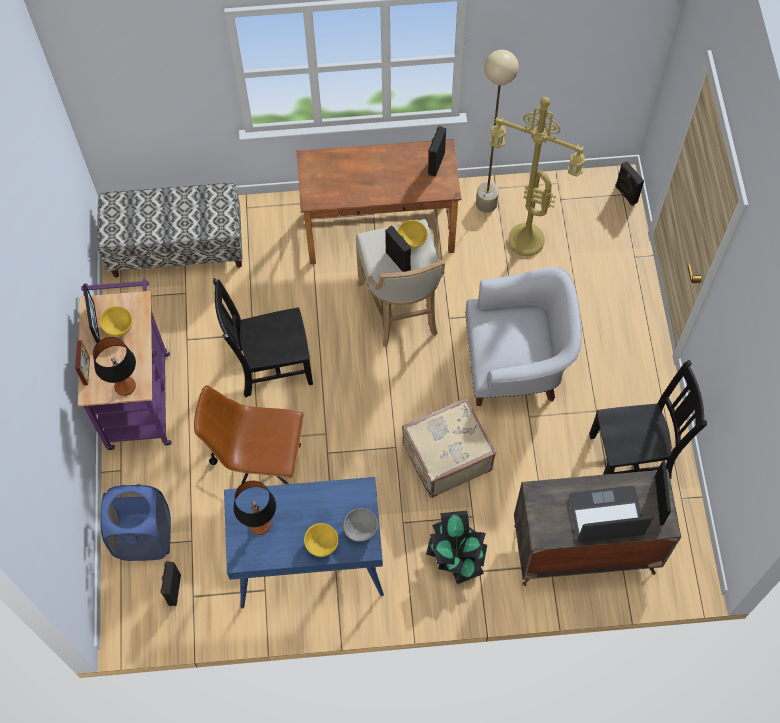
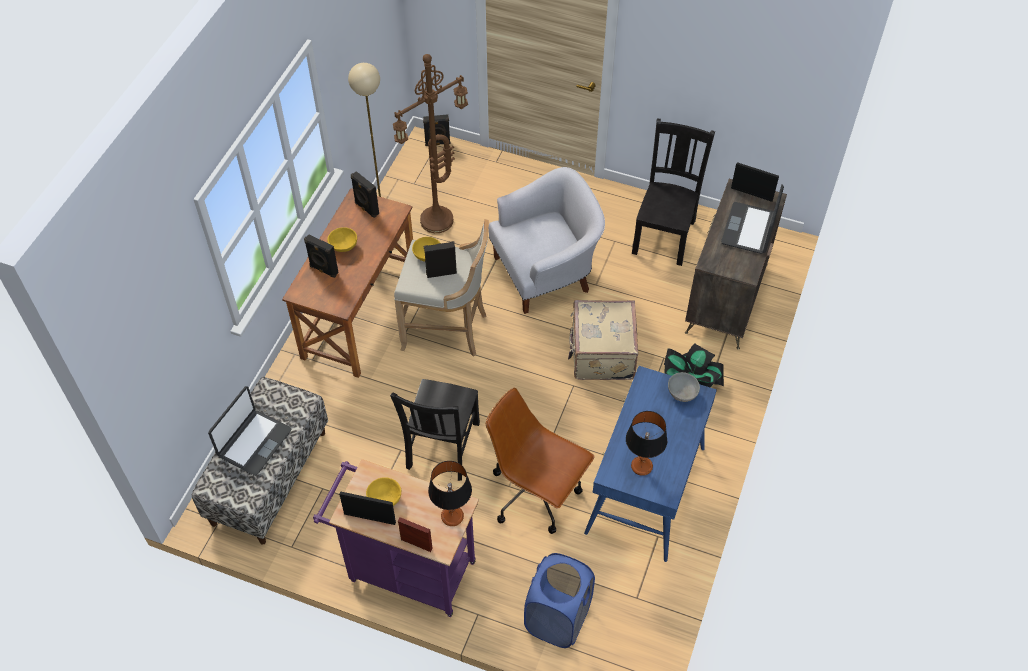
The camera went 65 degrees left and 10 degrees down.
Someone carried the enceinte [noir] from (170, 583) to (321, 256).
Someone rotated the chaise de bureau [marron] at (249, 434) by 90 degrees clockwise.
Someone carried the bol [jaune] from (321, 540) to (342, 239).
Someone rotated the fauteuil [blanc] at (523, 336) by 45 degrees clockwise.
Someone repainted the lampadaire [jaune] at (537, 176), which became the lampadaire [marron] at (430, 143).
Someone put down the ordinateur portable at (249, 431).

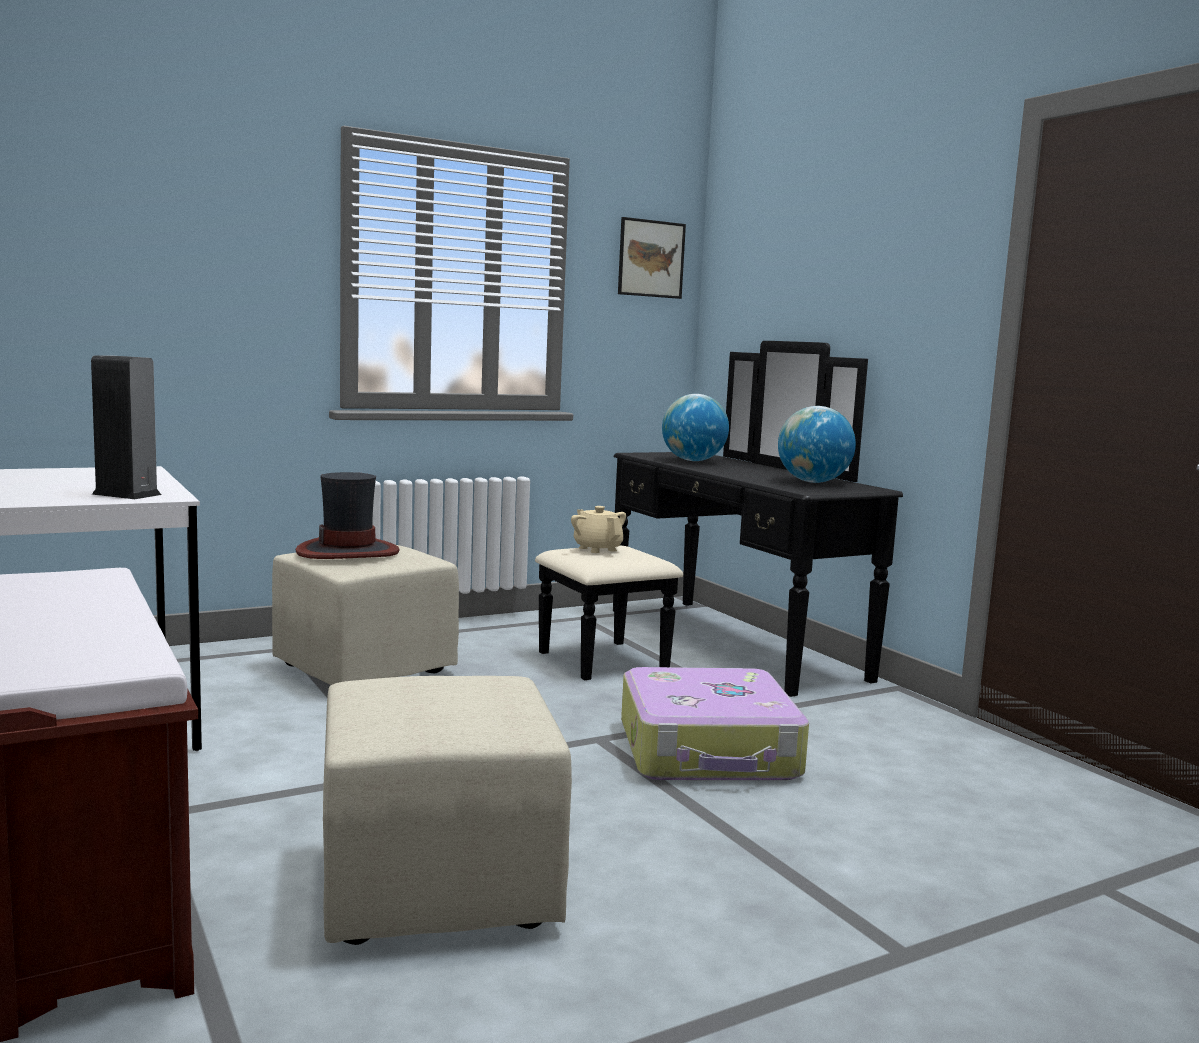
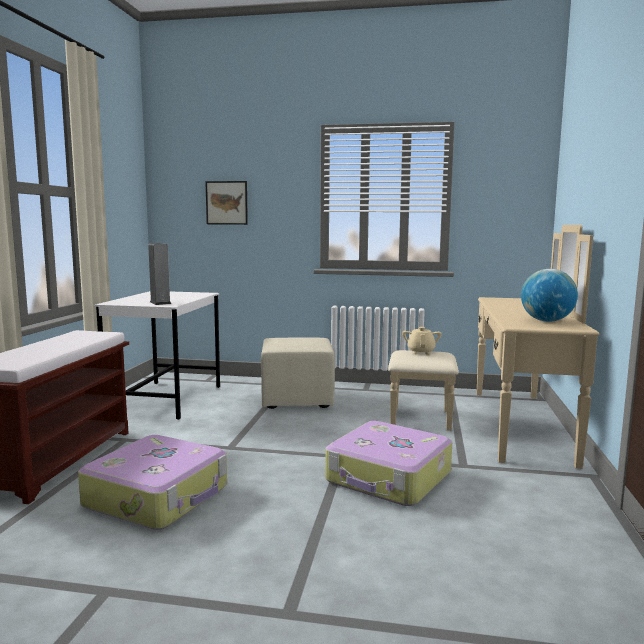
The camera went 40 degrees right and 0 degrees up.
Someone took away the chapeau at (348, 515).
Someone swapped the pouf [beige] at (447, 810) for the valise at (152, 482).
Someone repainted the commode [noir] at (719, 519), which became the commode [beige] at (493, 347).
Someone carried the tableau from (652, 258) to (226, 203).
Someone took away the globe at (695, 427).

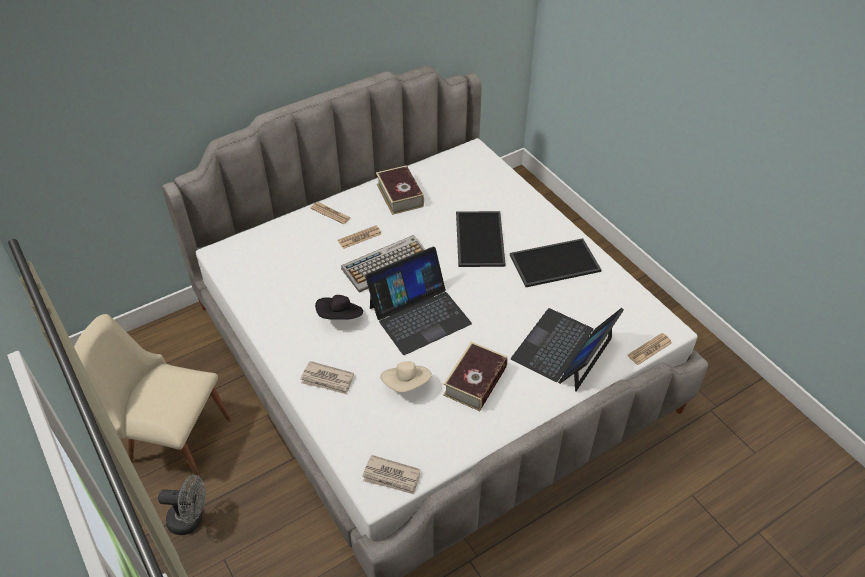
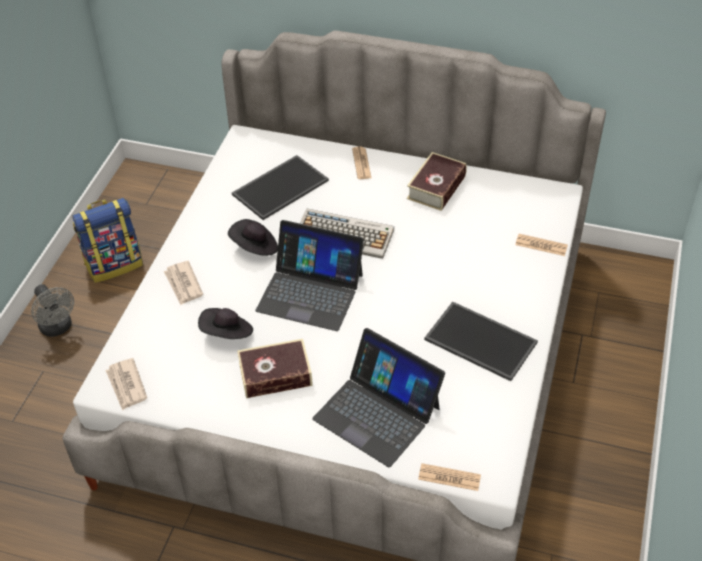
The camera went 50 degrees right and 0 degrees up.
Someone swapped the chaise [beige] at (152, 395) for the sac à dos at (107, 240).
Someone carried the journal from (360, 237) to (541, 245).
Someone repainted the chapeau [beige] at (406, 376), which became the chapeau [noir] at (225, 323).
Someone carried the plateau from (481, 239) to (280, 187).
Someone rotated the ordinateur portable at (567, 350) by 135 degrees counterclockwise.

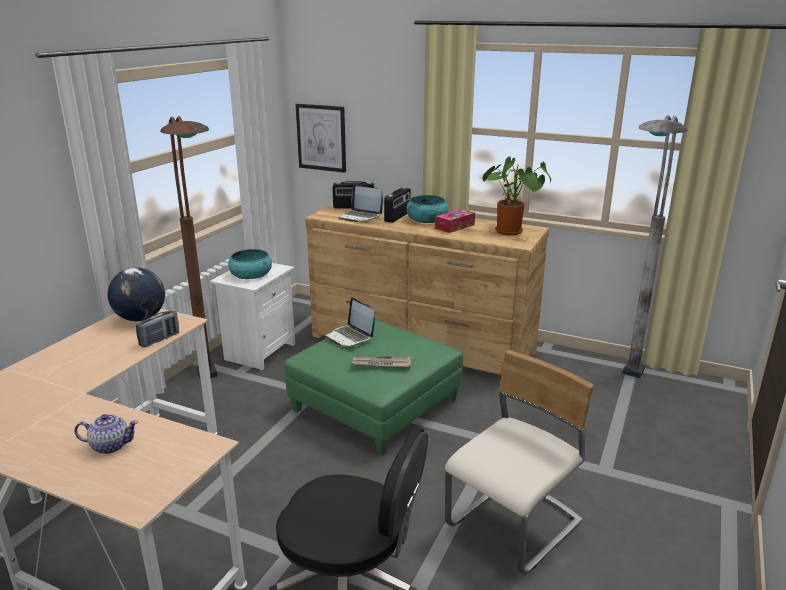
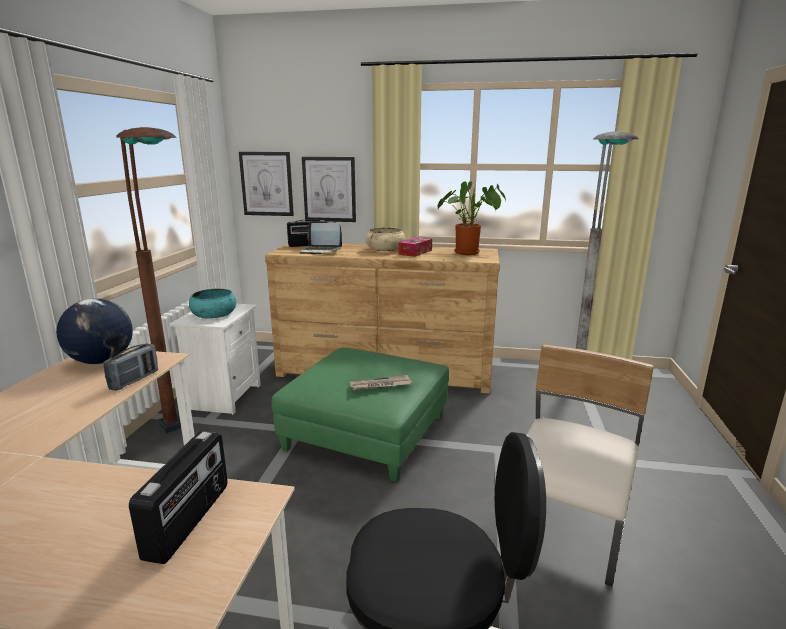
The camera went 15 degrees left and 5 degrees down.
Someone took away the théière at (106, 434).
Someone took away the ordinateur portable at (350, 321).
Someone carried the radio from (397, 205) to (178, 497).
Someone repainted the bol [turquoise] at (427, 209), which became the bol [beige] at (386, 239).
Someone put up the tableau at (329, 189).

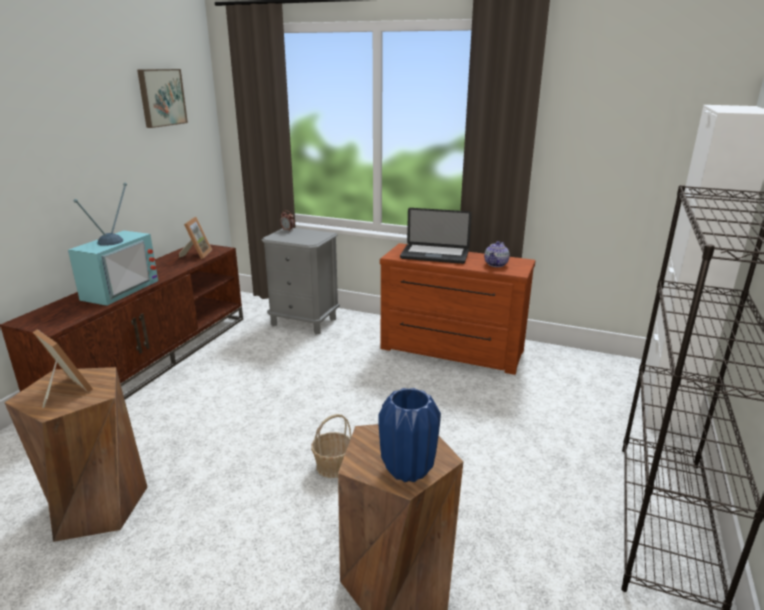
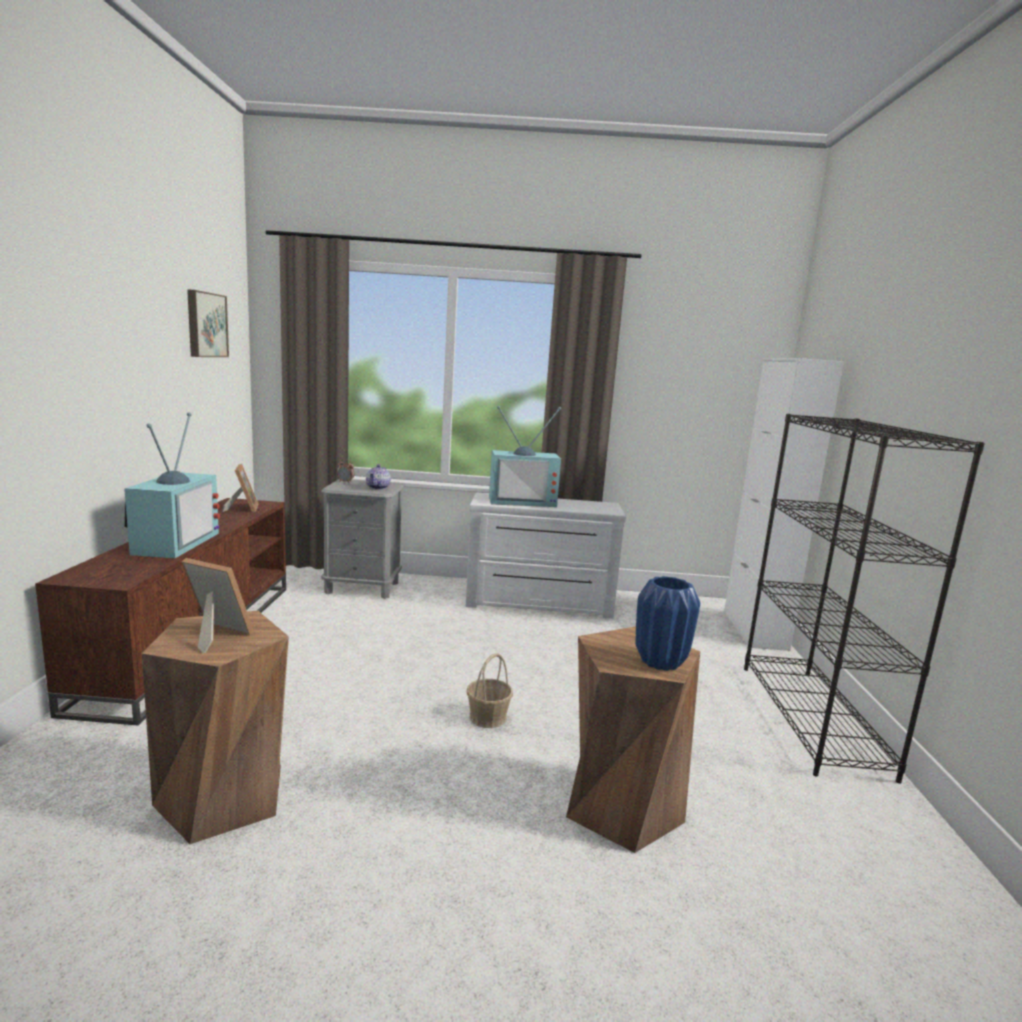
The camera went 20 degrees left and 10 degrees down.
Someone repainted the commode [marron] at (457, 309), which became the commode [blanc] at (546, 555).
Someone swapped the ordinateur portable at (436, 236) for the téléviseur at (525, 456).
Someone carried the théière from (497, 254) to (378, 477).

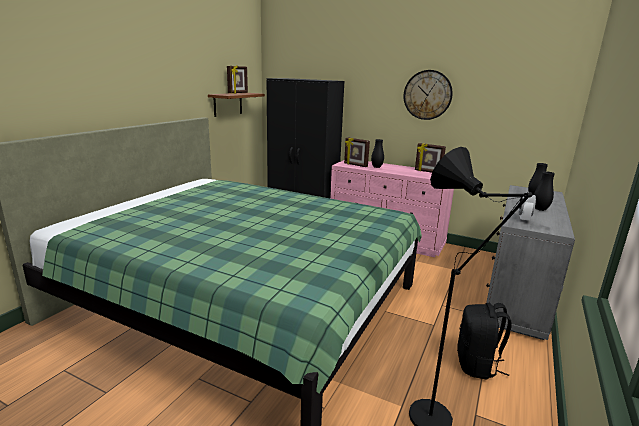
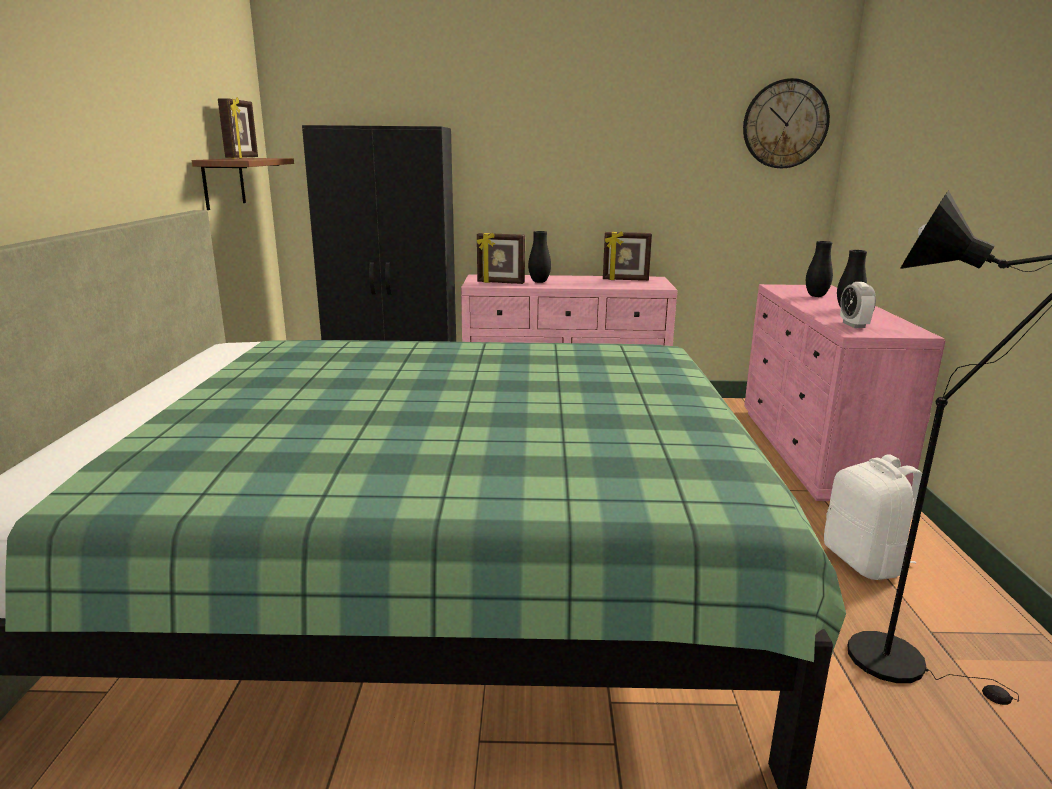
The camera went 25 degrees left and 0 degrees up.
Someone carried the horloge murale from (428, 95) to (786, 123).
Someone repainted the sac à dos [noir] at (484, 341), which became the sac à dos [blanc] at (873, 517).
Someone repainted the commode [gris] at (530, 262), which became the commode [rose] at (845, 392).

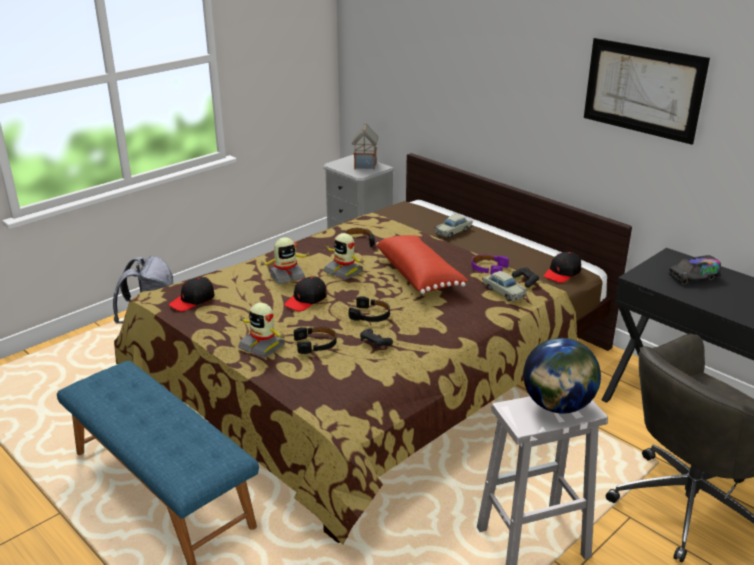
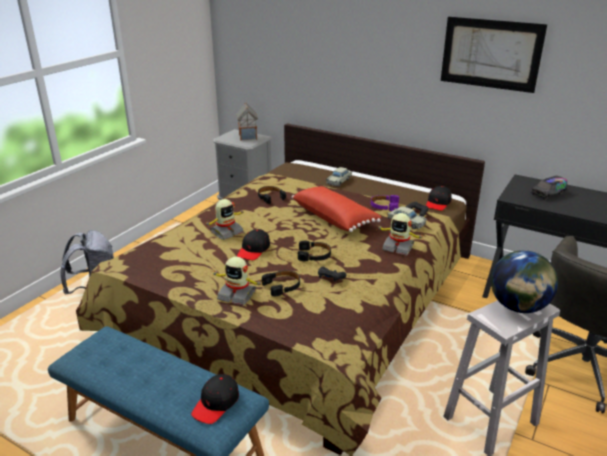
The camera went 15 degrees left and 0 degrees up.
Someone carried the casquette [noir] from (192, 294) to (215, 399).
Someone carried the robot jouet from (345, 256) to (401, 234).

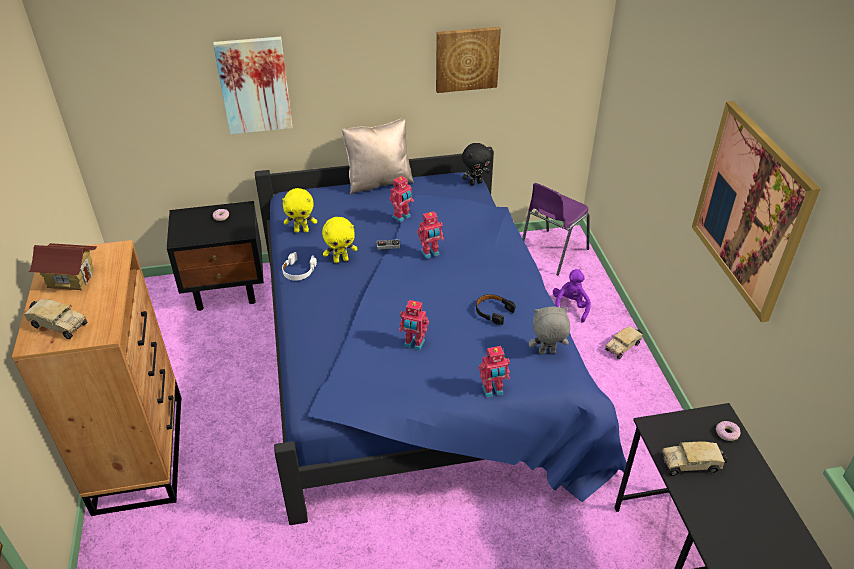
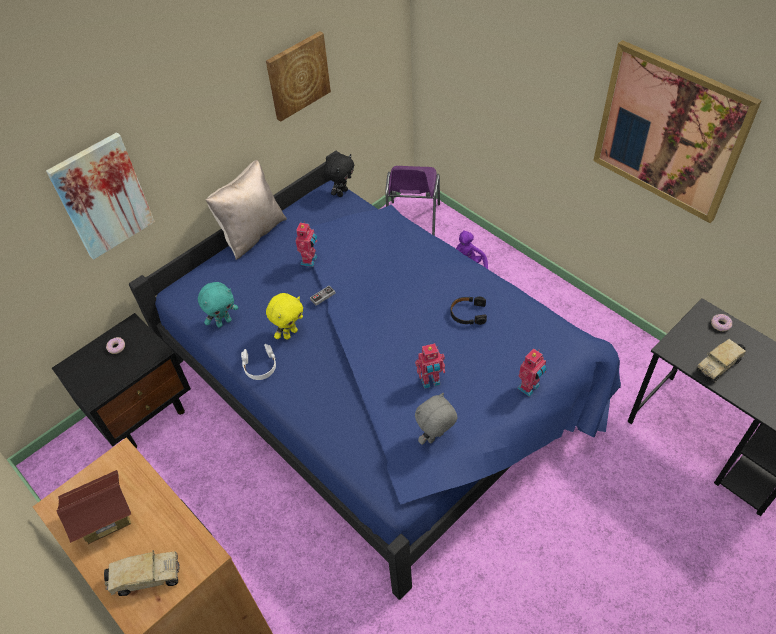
The camera went 30 degrees left and 10 degrees up.
Someone repainted the peluche [jaune] at (299, 210), which became the peluche [turquoise] at (218, 304).
Someone took away the robot jouet at (430, 234).
Someone carried the peluche [gris] from (549, 330) to (436, 419).
Someone took away the camion jouet at (624, 342).

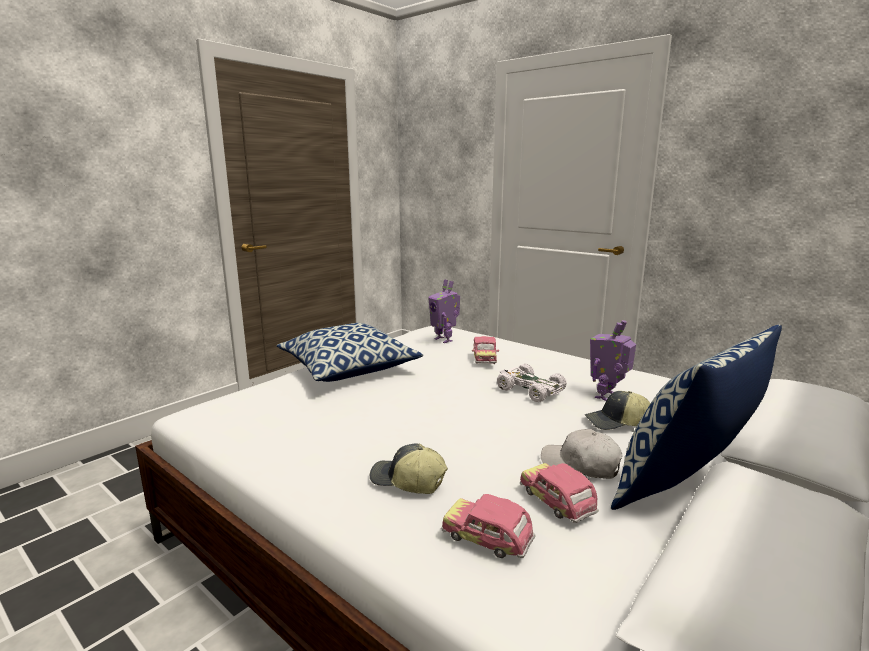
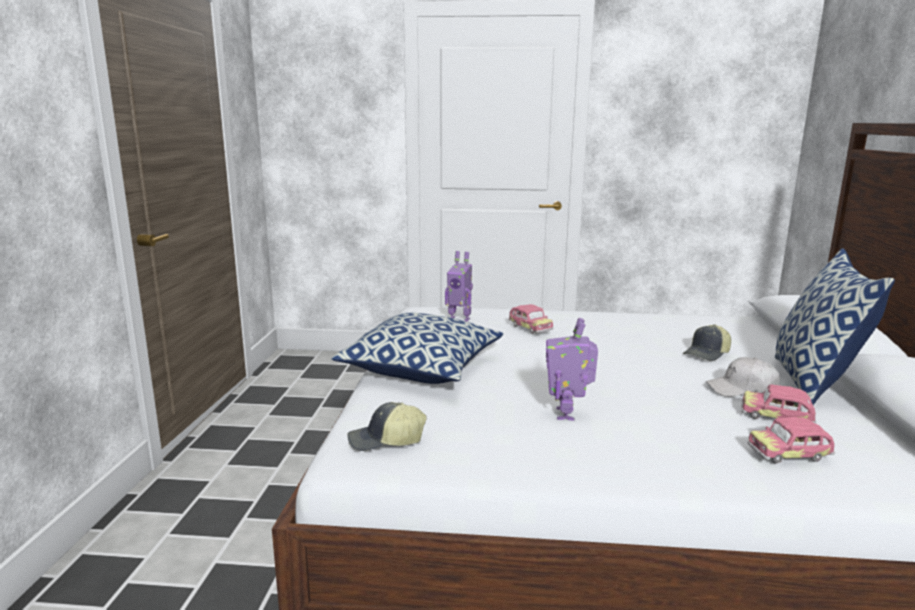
The camera went 35 degrees left and 0 degrees up.
Someone carried the casquette from (409, 468) to (387, 426).
Someone took away the petite voiture [blanc] at (532, 383).
Someone carried the robot jouet from (613, 360) to (572, 369).

